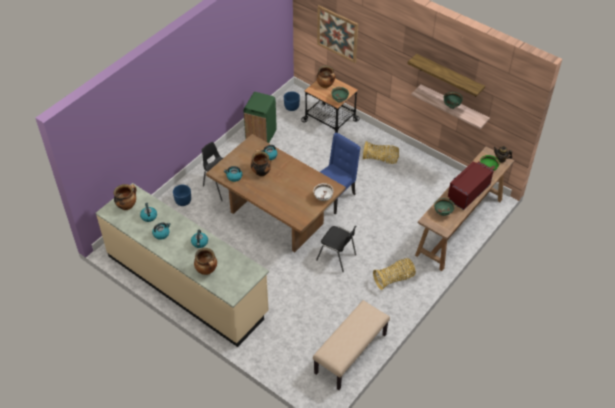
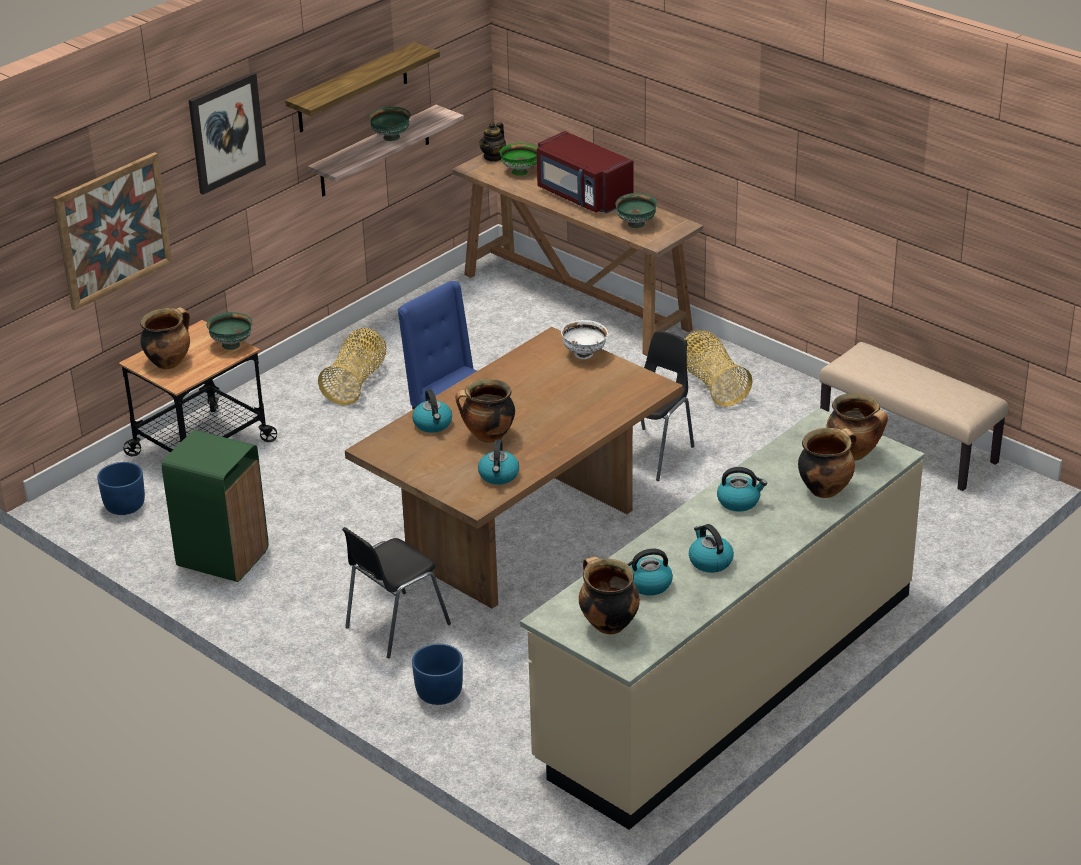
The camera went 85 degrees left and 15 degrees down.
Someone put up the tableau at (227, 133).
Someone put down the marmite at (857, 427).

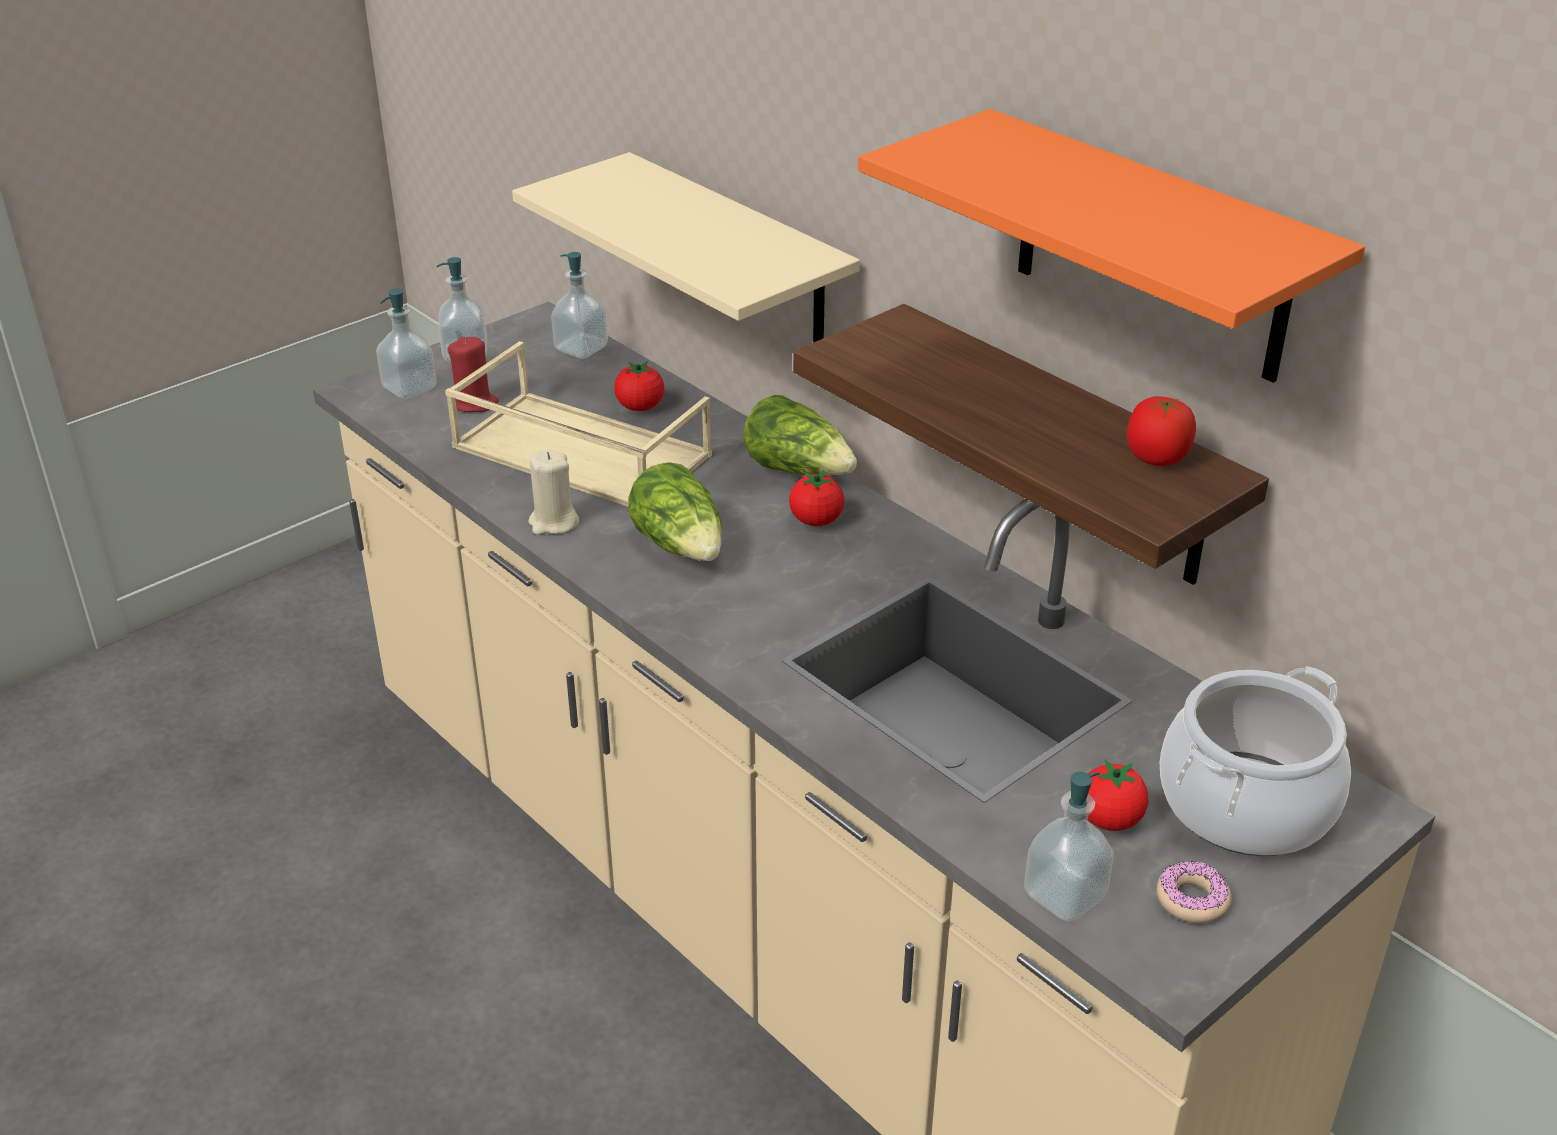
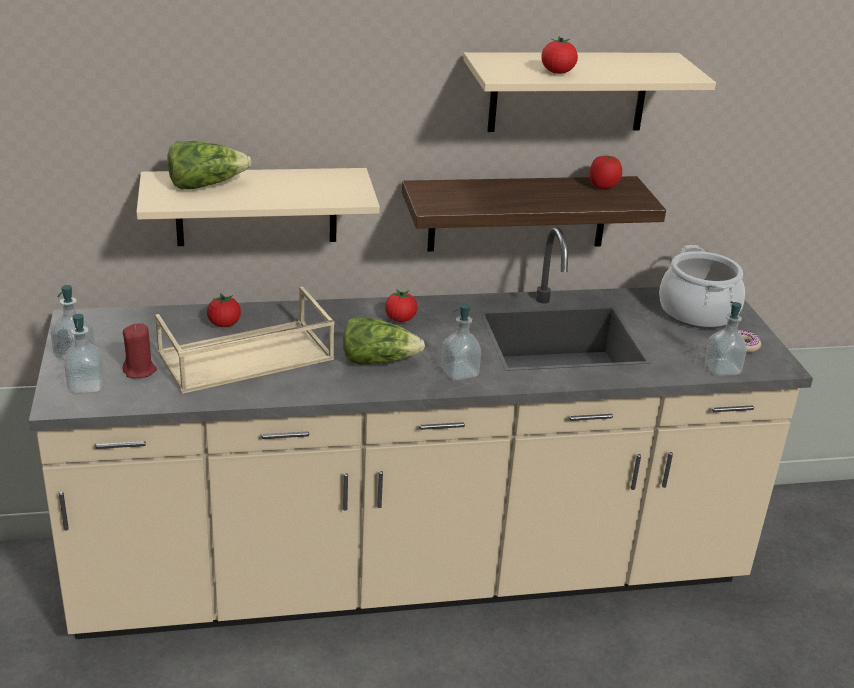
The camera went 60 degrees left and 5 degrees down.
Someone took away the bougie [beige] at (554, 492).
Someone carried the distributeur de savon from (579, 305) to (461, 342).
Someone carried the laitue from (800, 435) to (210, 165).
Someone repainted the étagère [orange] at (1111, 246), which became the étagère [beige] at (589, 92).
Someone carried the tomate from (1118, 795) to (559, 55).

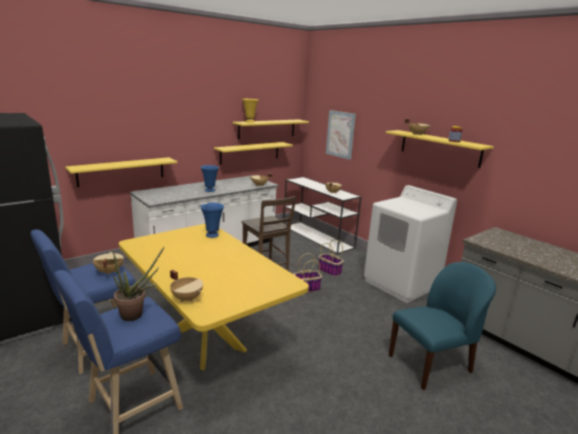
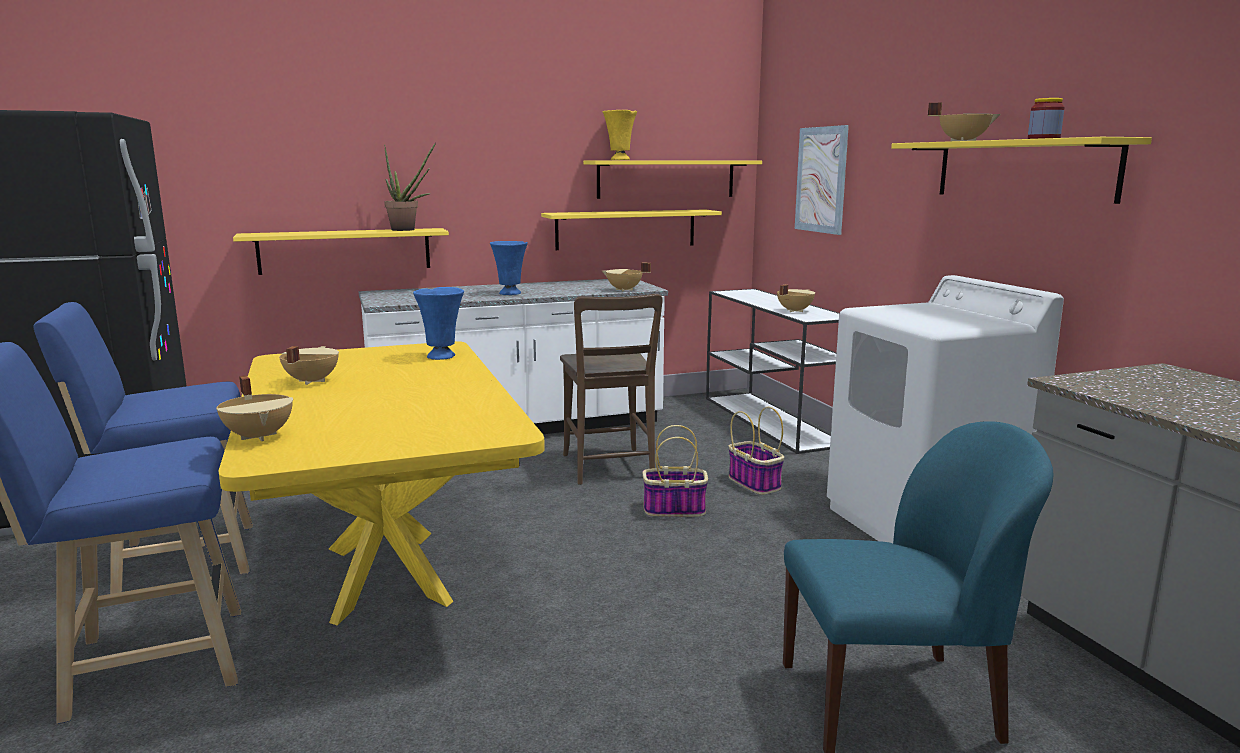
The camera went 20 degrees right and 5 degrees down.
Someone carried the marmite [beige] from (108, 263) to (309, 365).
Someone carried the plante en pot from (139, 283) to (410, 186).

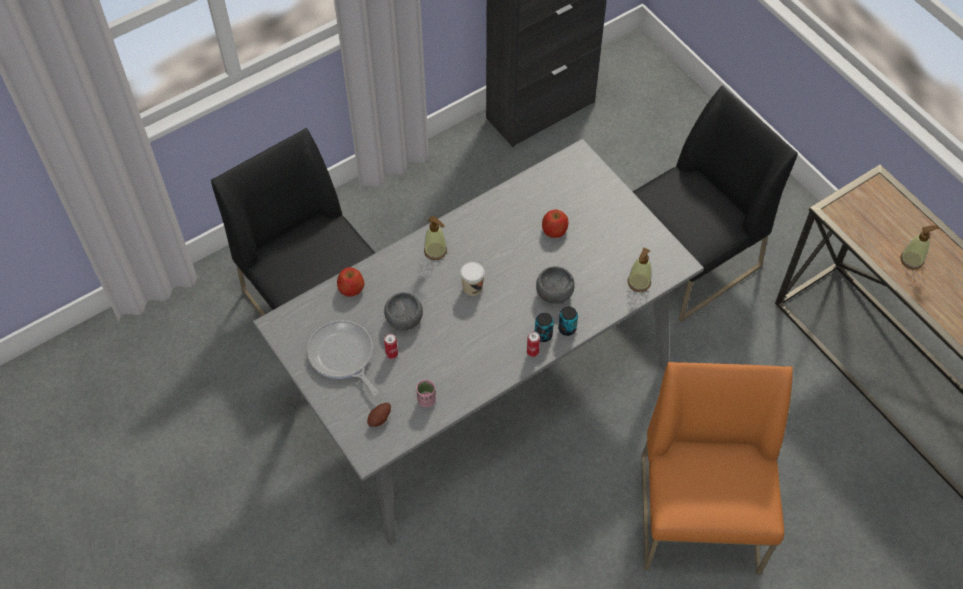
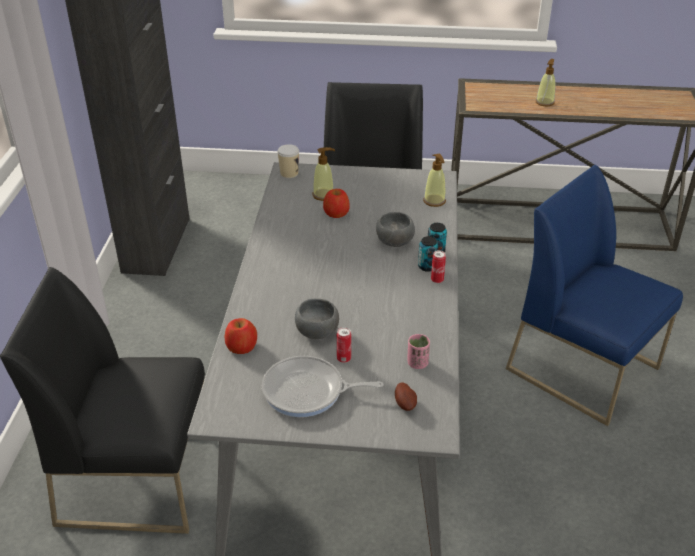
The camera went 50 degrees left and 20 degrees down.
Someone carried the distributeur de savon from (435, 237) to (323, 174).
Someone carried the tasse from (472, 279) to (288, 161).
Someone repainted the chaise [orange] at (717, 468), which became the chaise [bleu] at (594, 295).

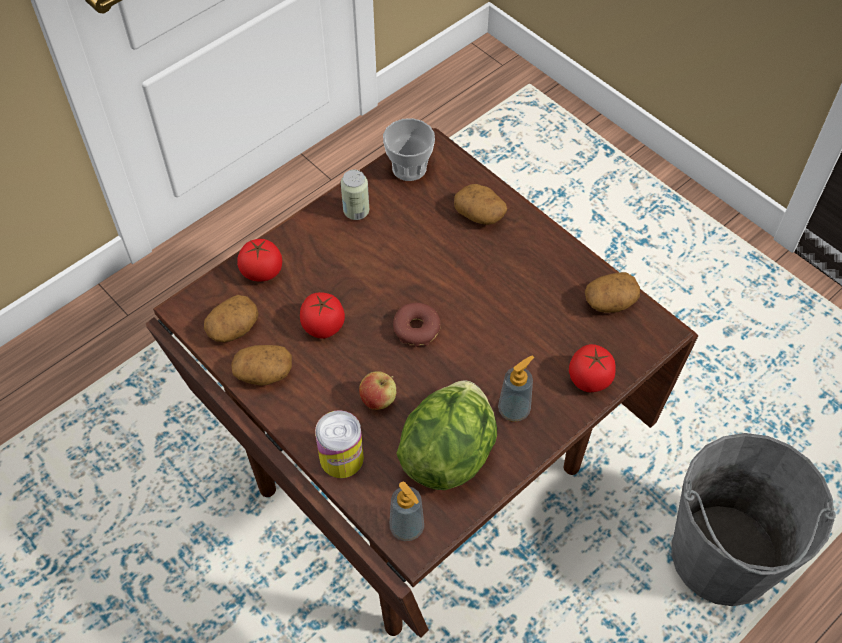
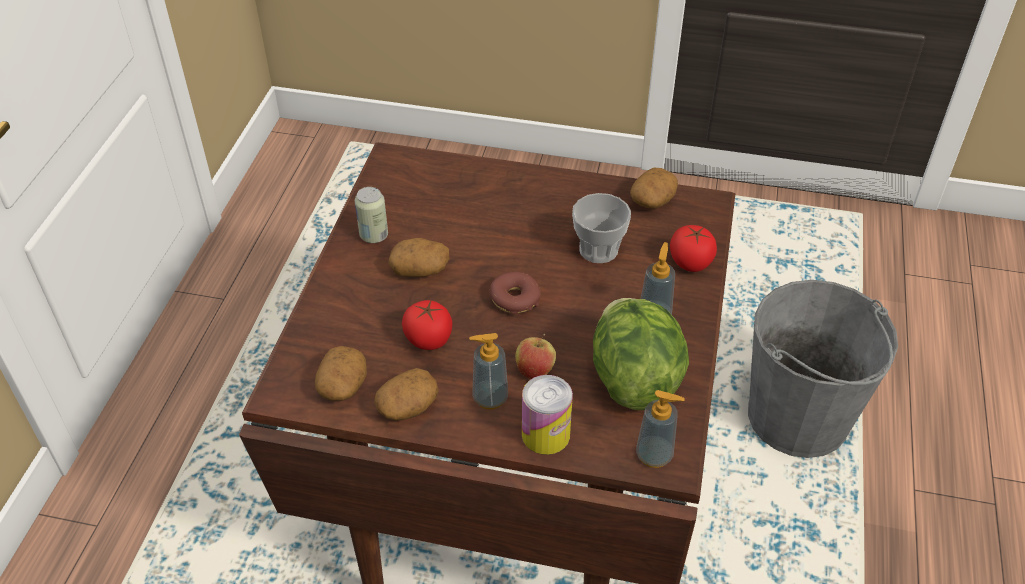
The camera went 35 degrees left and 10 degrees down.
Someone took away the tomate at (259, 260).
Someone carried the tasse from (409, 149) to (601, 228).
Someone carried the pomme de terre from (480, 204) to (419, 257).
Someone put down the distributeur de savon at (488, 371).

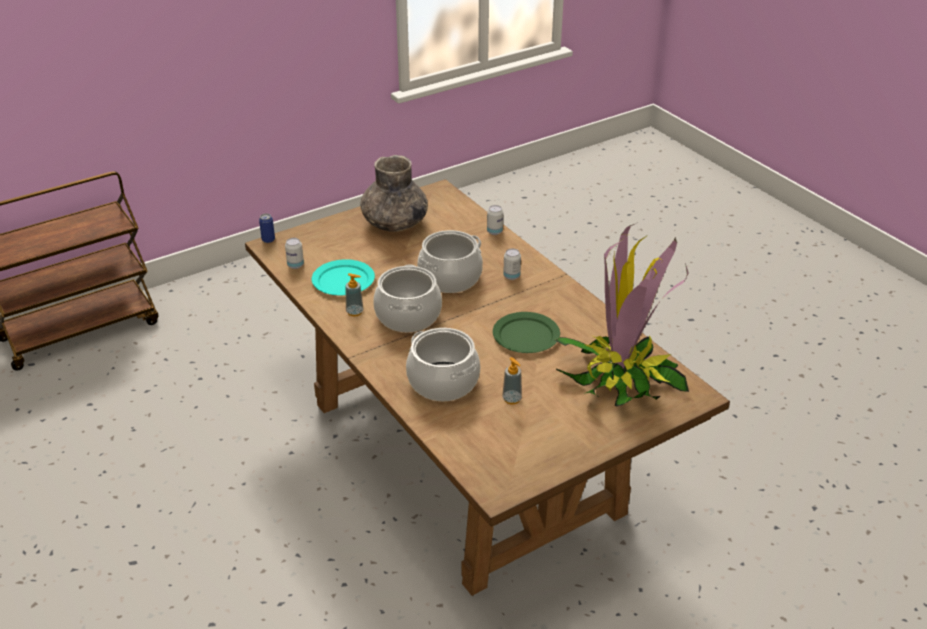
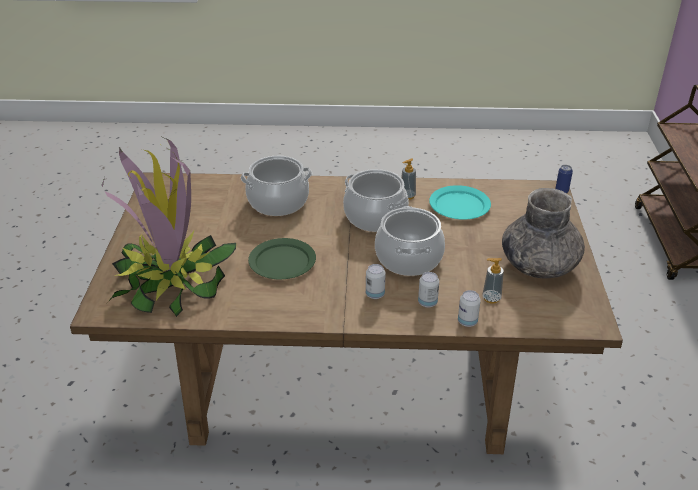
The camera went 125 degrees right and 0 degrees up.
Someone carried the boîte métallique from (294, 253) to (428, 290).
Someone carried the distributeur de savon from (512, 380) to (493, 281).

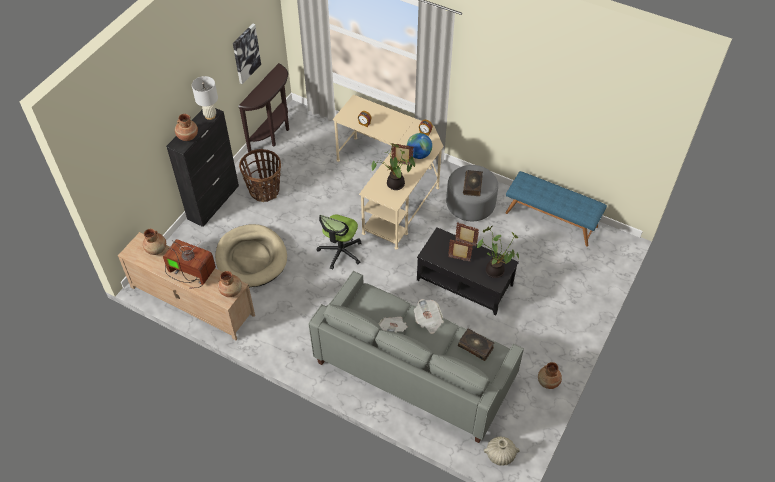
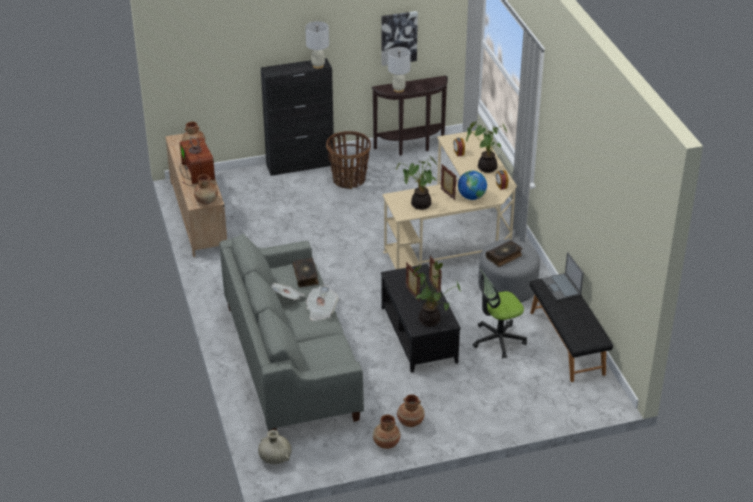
The camera went 45 degrees right and 15 degrees down.
Someone carried the vase [marron] from (186, 127) to (411, 410).
Someone took away the panier pour chien [beige] at (251, 255).
Someone carried the chaise de bureau from (339, 242) to (500, 313).
Someone carried the livre from (476, 345) to (305, 272).
Someone repainted the banc [bleu] at (556, 209), which became the banc [noir] at (571, 330).
Someone put down the lampe de table [blanc] at (399, 70).
Someone put down the plante en pot at (486, 147).
Someone put down the ordinateur portable at (563, 276).

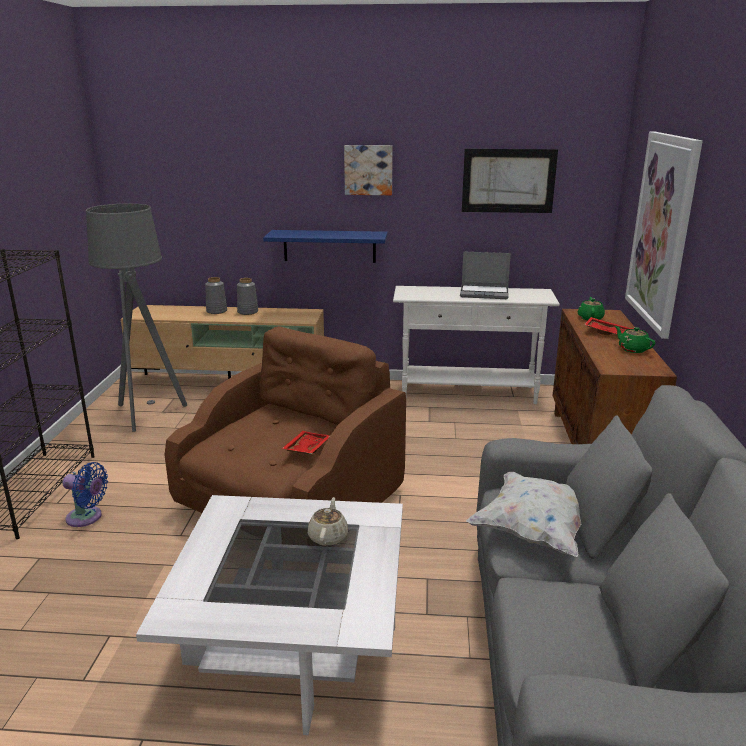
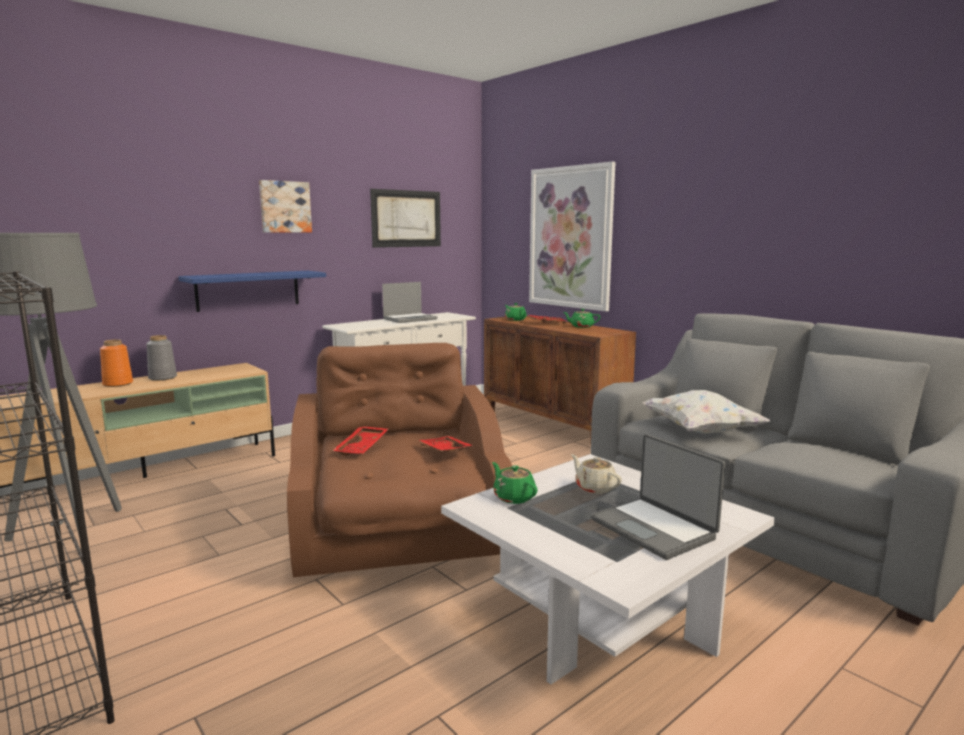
The camera went 45 degrees left and 10 degrees down.
Someone took away the ventilateur [bleu] at (85, 494).
Someone repainted the vase [gris] at (216, 295), which became the vase [orange] at (116, 363).
Someone put down the plateau [rouge] at (360, 441).
Someone put down the théière [vert] at (514, 483).
Someone put down the ordinateur portable at (658, 497).

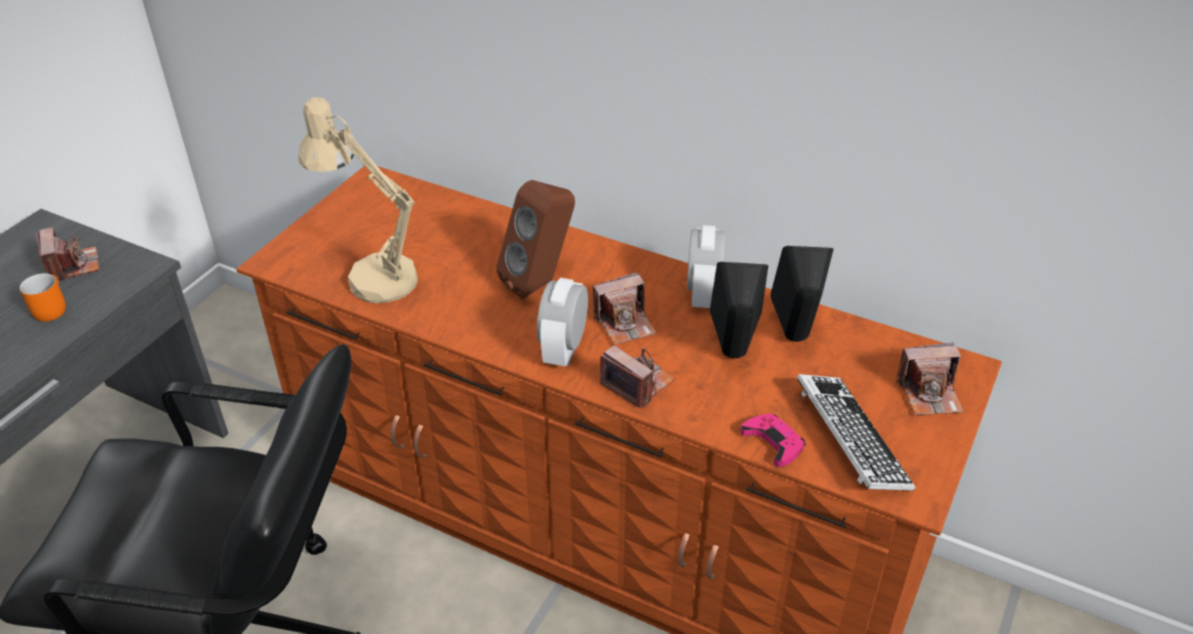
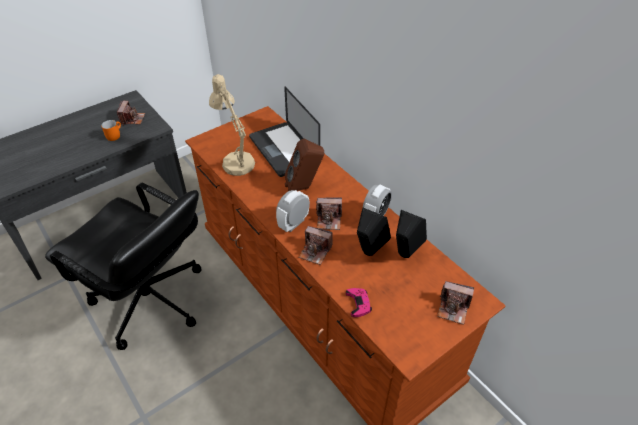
The camera went 25 degrees right and 5 degrees up.
Someone rotated the appareil photo at (637, 376) by 135 degrees clockwise.
Someone took away the clavier at (856, 432).
Someone put down the ordinateur portable at (284, 132).

